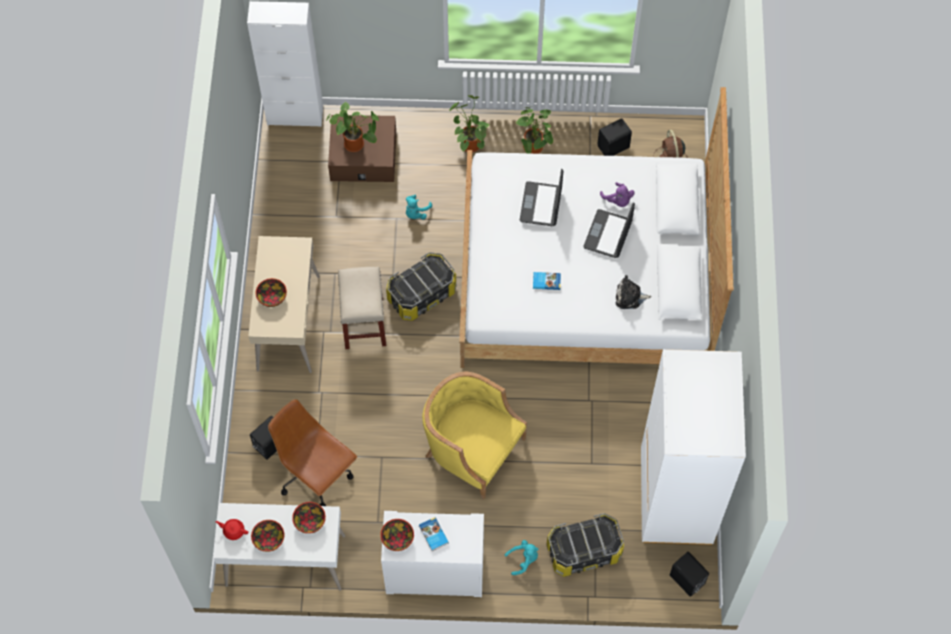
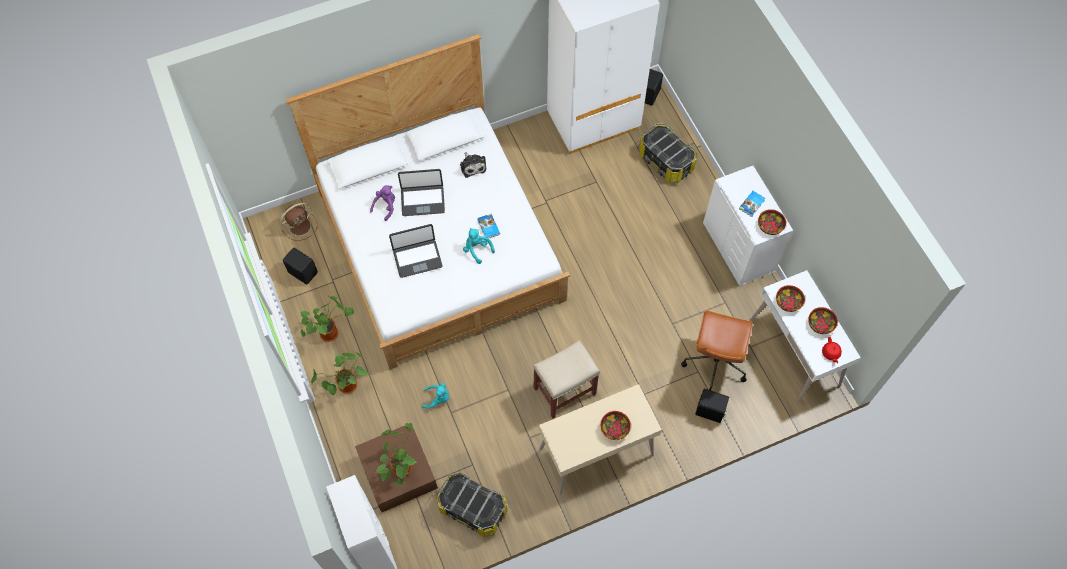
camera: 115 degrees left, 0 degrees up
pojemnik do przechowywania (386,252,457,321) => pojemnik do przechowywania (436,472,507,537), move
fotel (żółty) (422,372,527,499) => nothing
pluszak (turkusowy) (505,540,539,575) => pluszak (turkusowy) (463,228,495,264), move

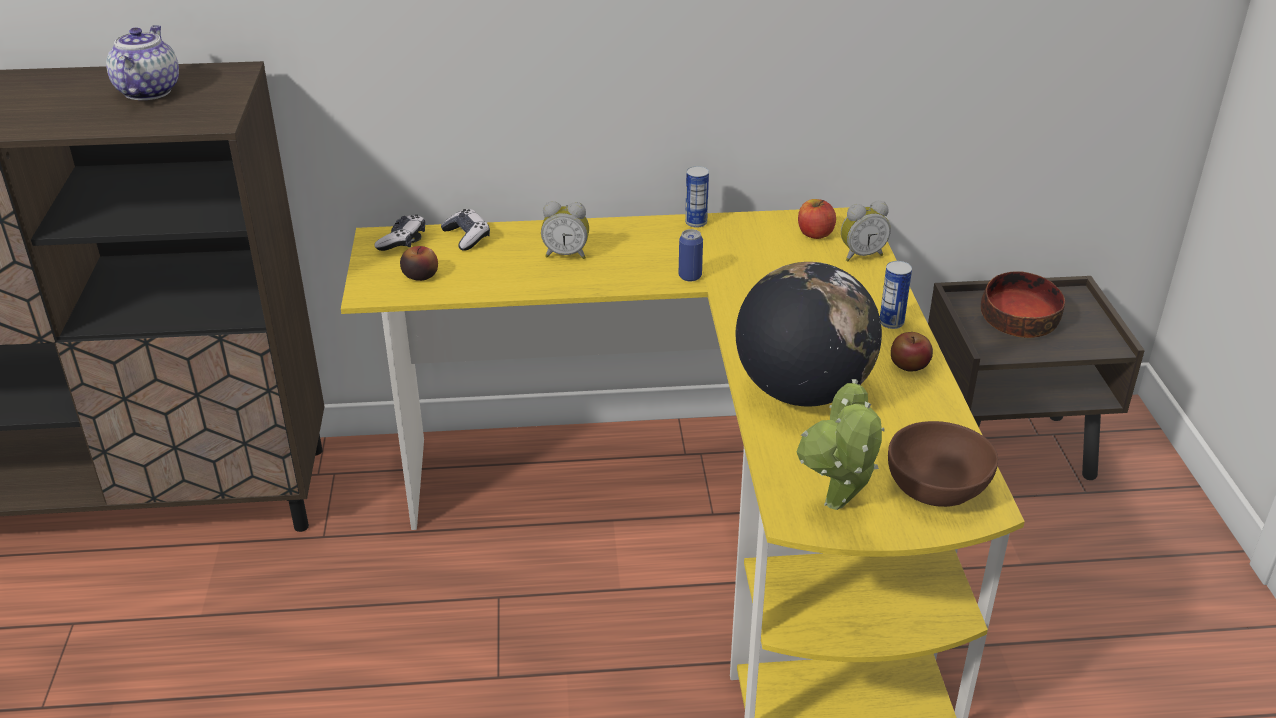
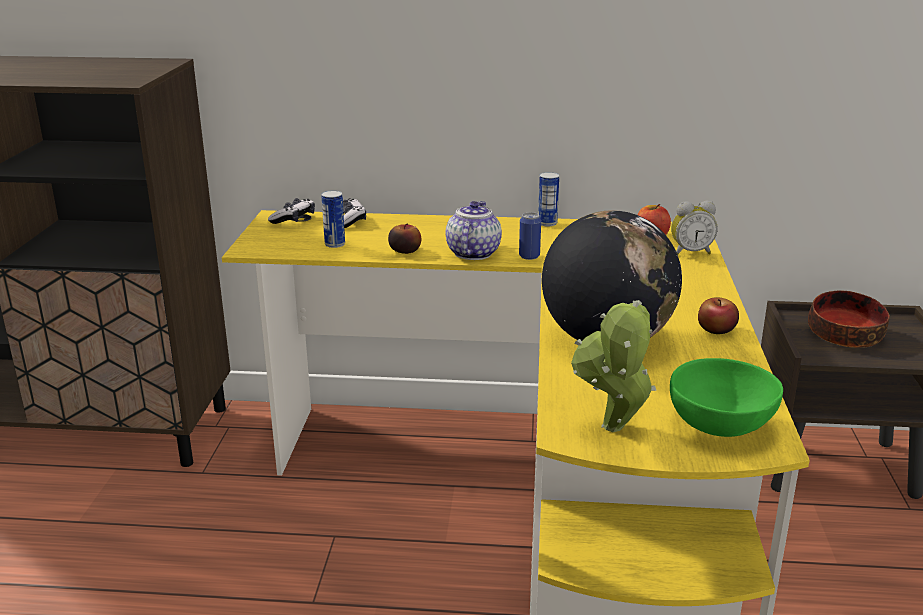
camera: 10 degrees right, 10 degrees down
imbryk (106,25,179,100) => imbryk (446,201,502,260), move
budzik (541,201,589,259) => nothing
jabłko (400,246,438,281) => jabłko (388,223,421,254), move
puszka (880,261,912,329) => puszka (321,190,345,248), move
miska (brązowy) (888,421,998,507) => miska (zielony) (670,358,783,437)

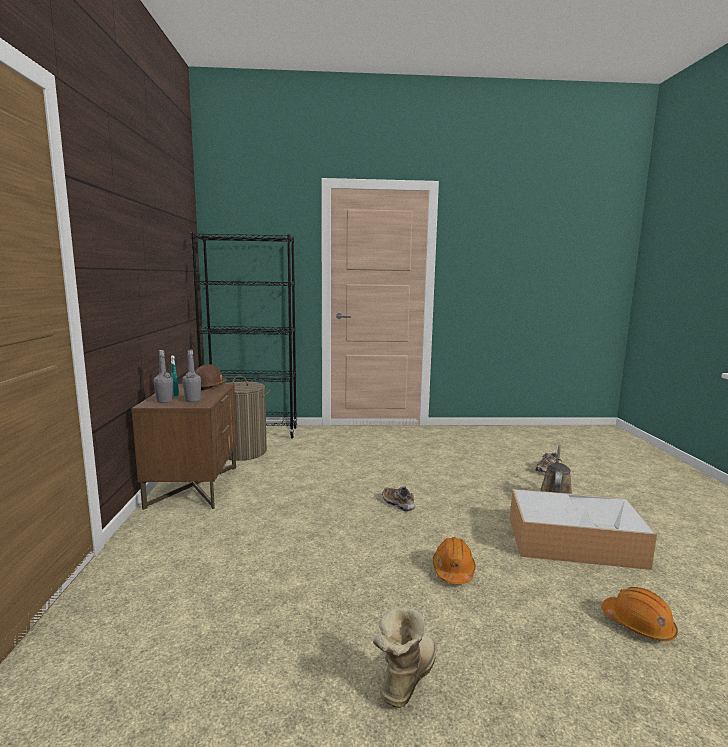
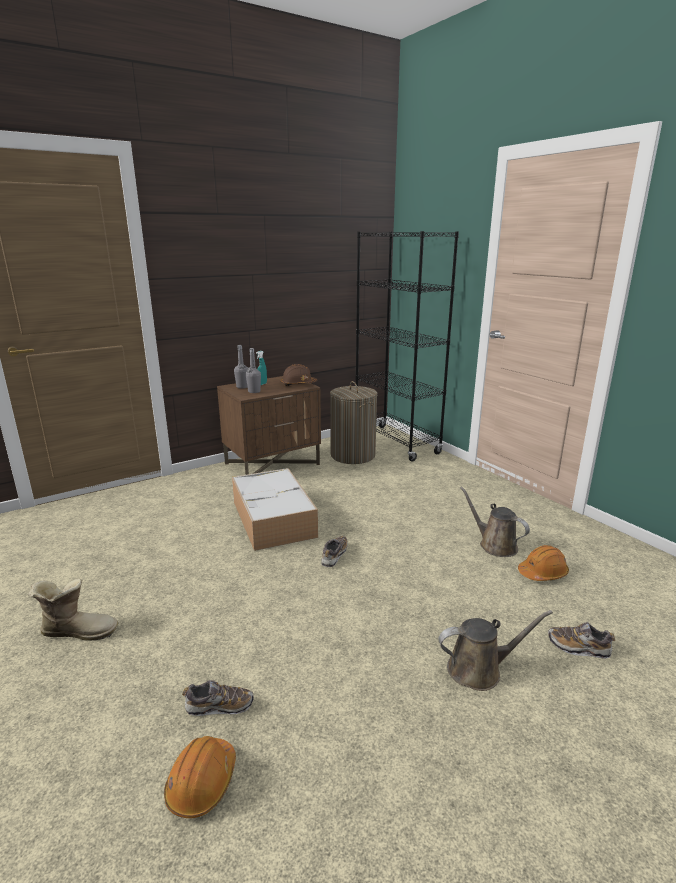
camera: 60 degrees right, 10 degrees up
pojemnik do przechowywania (510,489,657,570) => pojemnik do przechowywania (232,468,318,551), move
kask (pomarańczowy) (433,537,476,584) => kask (pomarańczowy) (518,545,569,581), move
nothing => konewka (brązowy) (460,486,530,557)
nothing => but (182,680,254,716)

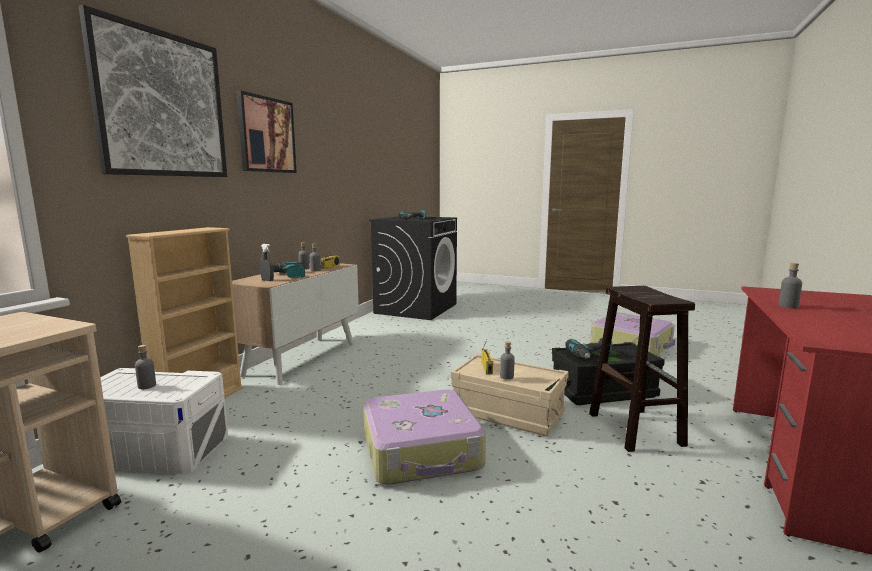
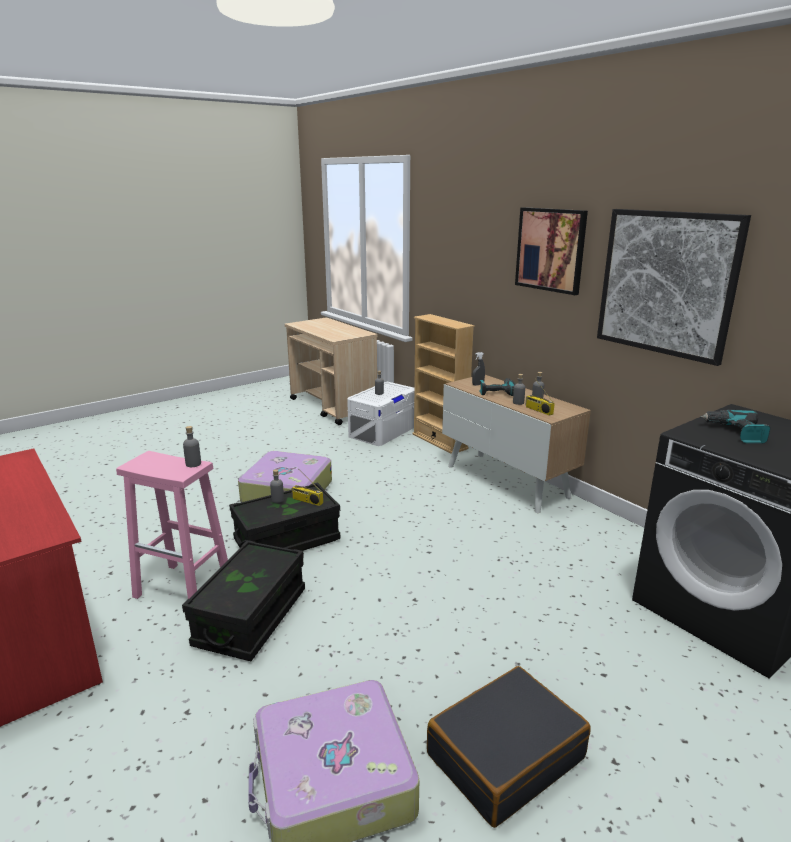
camera: 120 degrees right, 10 degrees up
obraz (78,5,227,177) => obraz (597,209,751,366), move
butelka (szary) (779,263,802,309) => butelka (szary) (183,426,201,467), move
stołek (brązowy) (589,286,695,452) => stołek (różowy) (116,451,228,599)
wiertarka (565,338,613,360) => nothing
pojemnik do przechowywania (beżowy) (451,354,568,436) => pojemnik do przechowywania (czarny) (229,483,340,551)
nothing => walizka (czarny) (427,666,591,828)

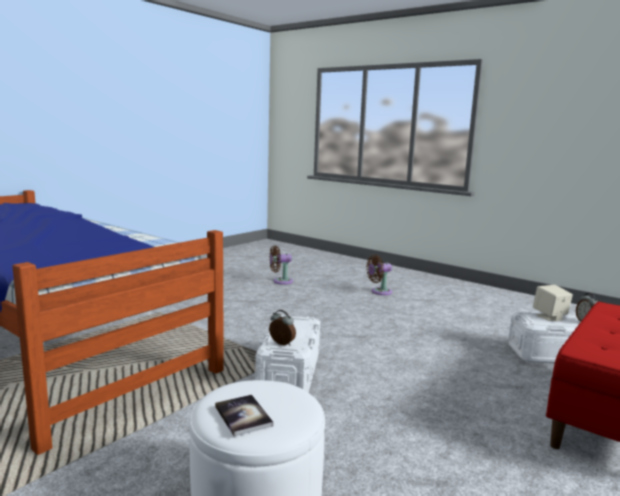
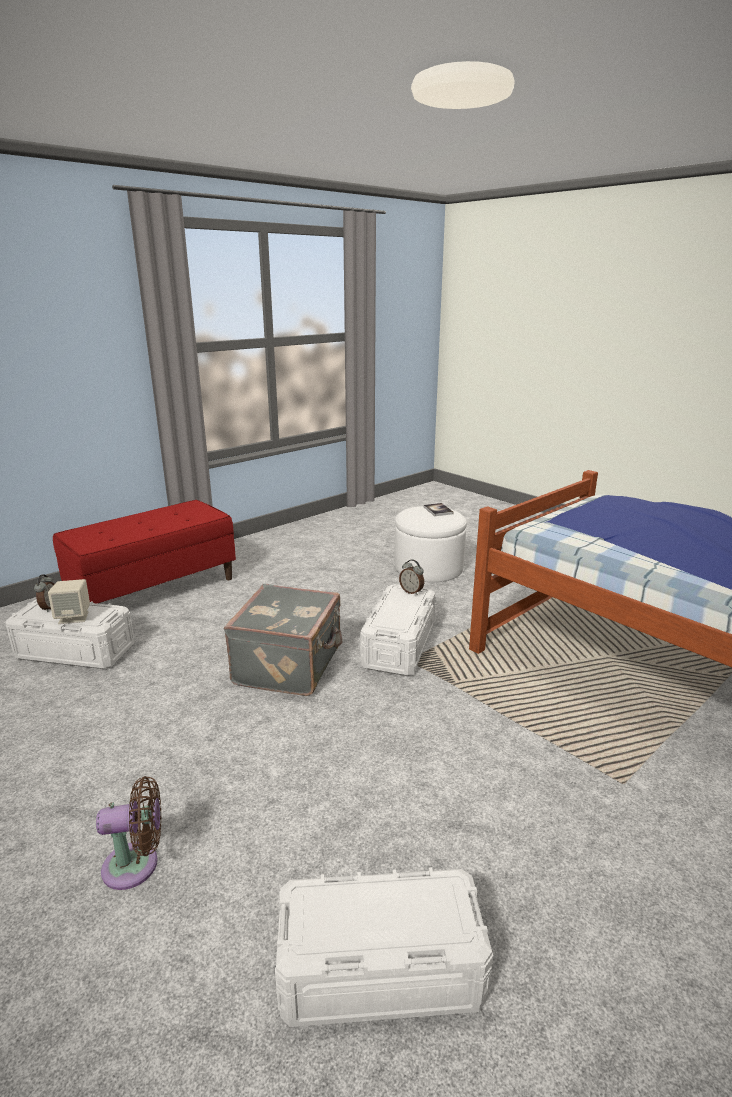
camera: 170 degrees left, 10 degrees up
wentylator (brązowy) (270,245,293,285) => pojemnik do przechowywania (biały) (275,867,493,1027)
nothing => walizka (szary) (224,584,343,696)

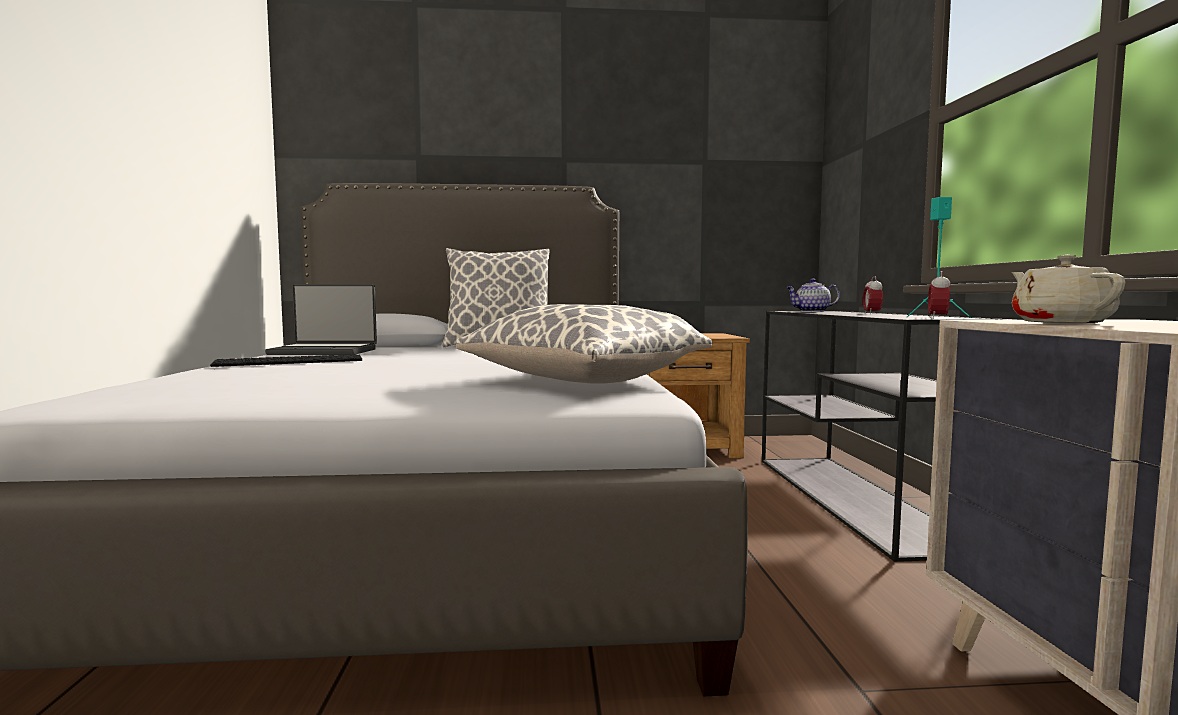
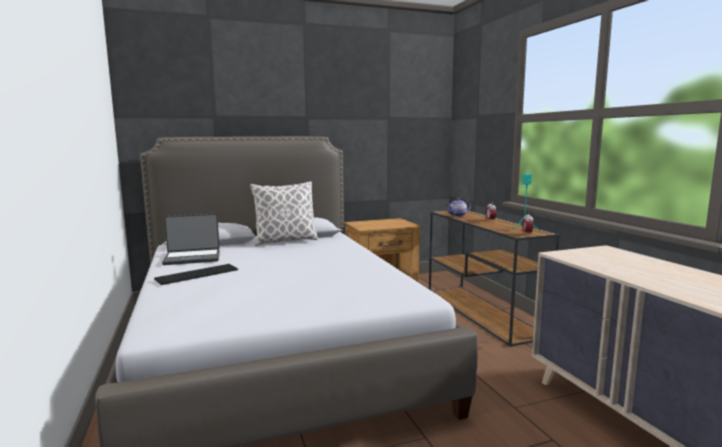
camera: 15 degrees left, 5 degrees up
imbryk (beżowy) (1011,255,1126,323) => nothing
poduszka (456,304,712,384) => nothing
stolik konsolowy (szary) (762,311,1015,562) => stolik konsolowy (brązowy) (429,211,560,347)

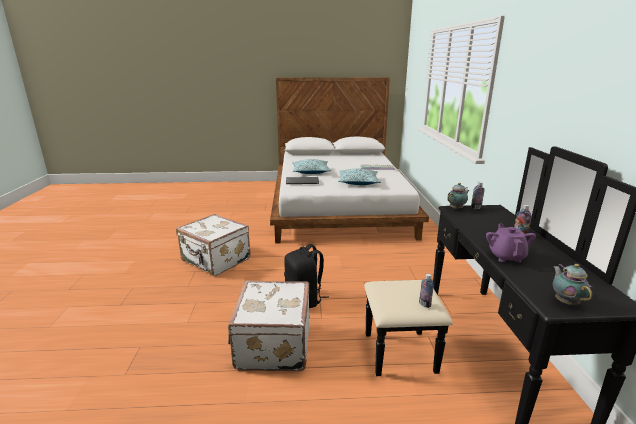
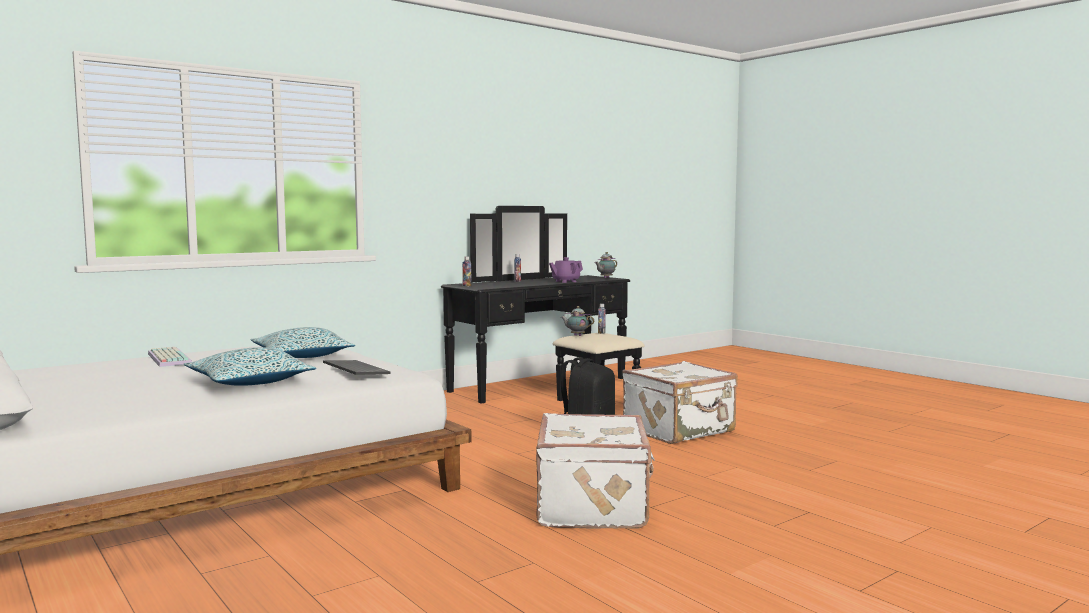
camera: 125 degrees left, 15 degrees down
imbryk (447,183,470,209) => imbryk (561,306,594,336), move

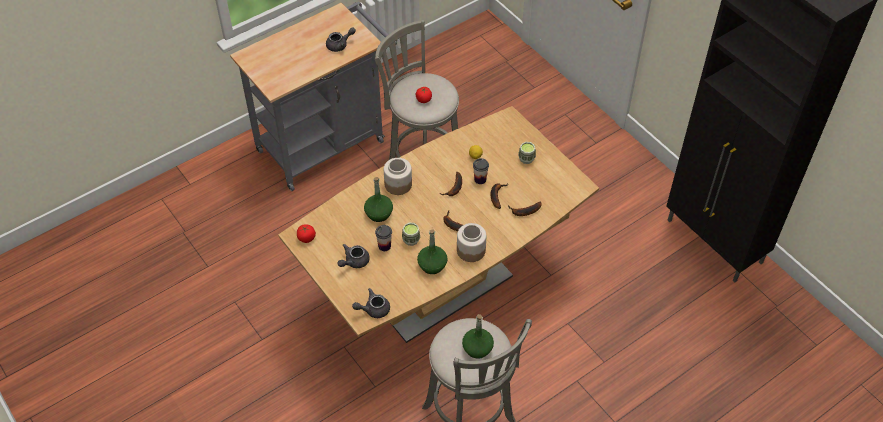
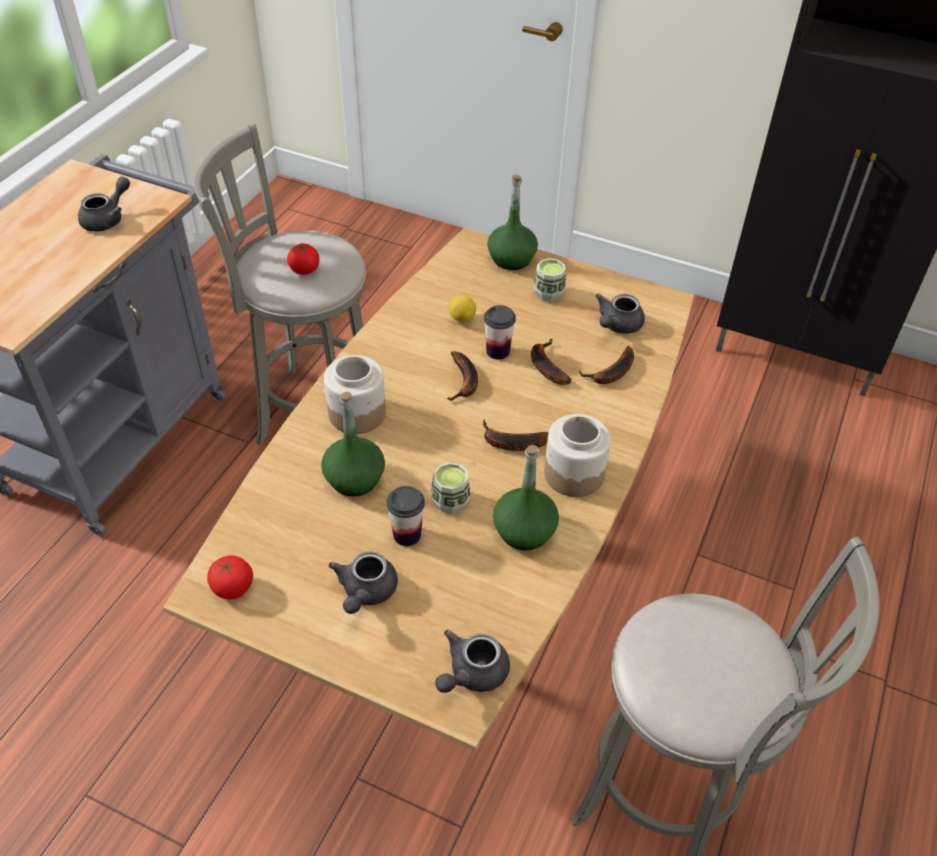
camera: 30 degrees left, 5 degrees down
butelka (zielony) (462,314,494,359) => butelka (zielony) (487,175,538,270), move
nothing => imbryk (szary) (595,293,645,334)

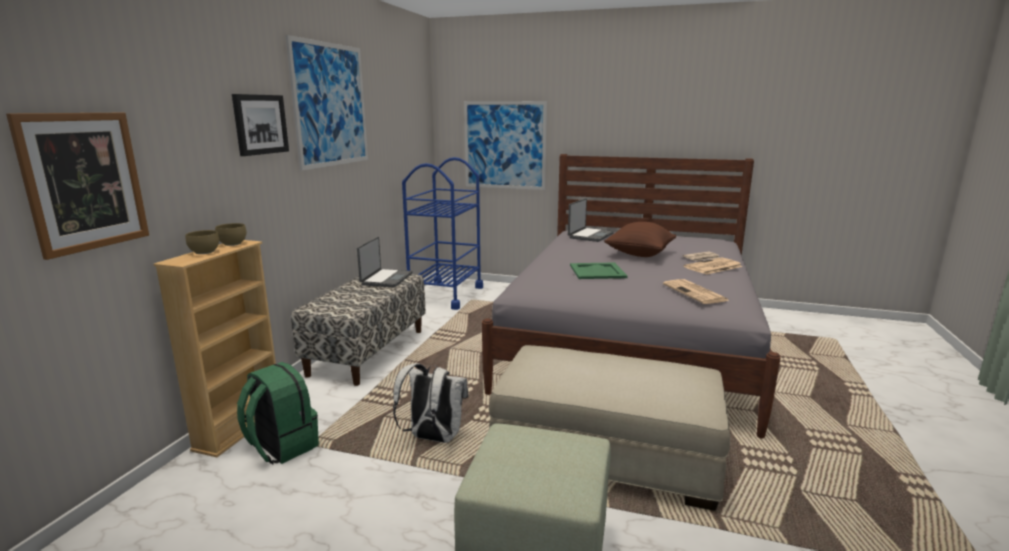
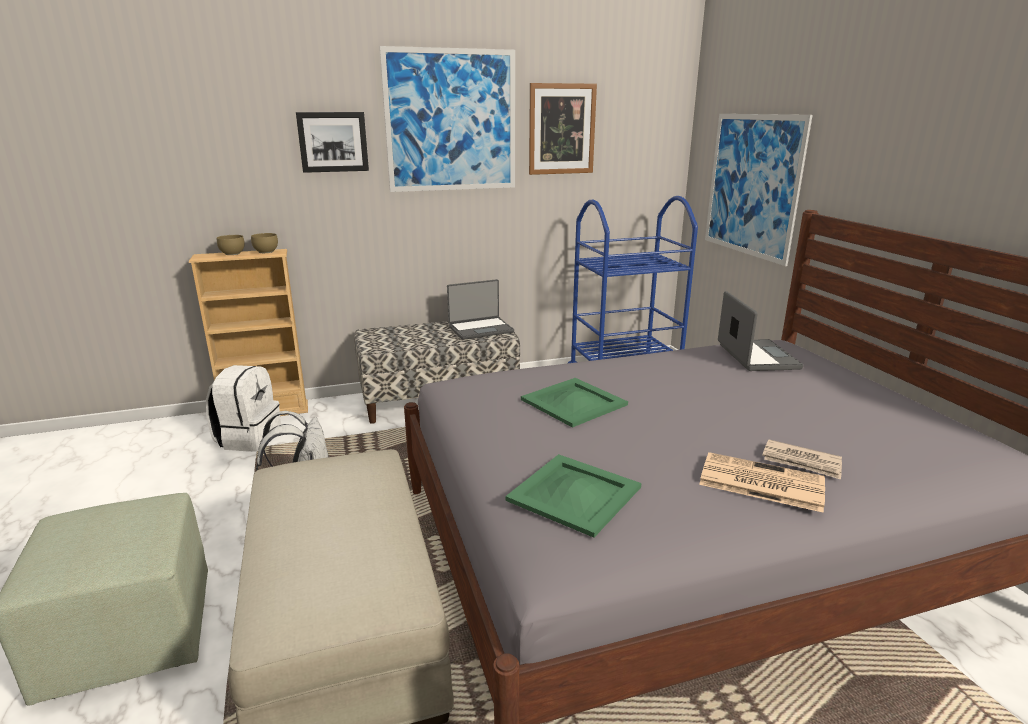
camera: 55 degrees right, 5 degrees up
obraz (6,113,149,260) => obraz (529,83,597,175), move
laptop (568,198,614,242) => laptop (718,291,804,371), 90 degrees counterclockwise
poduszka (brązowy) (604,222,676,257) => nothing
gazeta (663,279,730,304) => taca (zielony) (505,454,641,538)
plecak (zielony) (237,362,319,465) => plecak (biały) (206,365,281,452)

